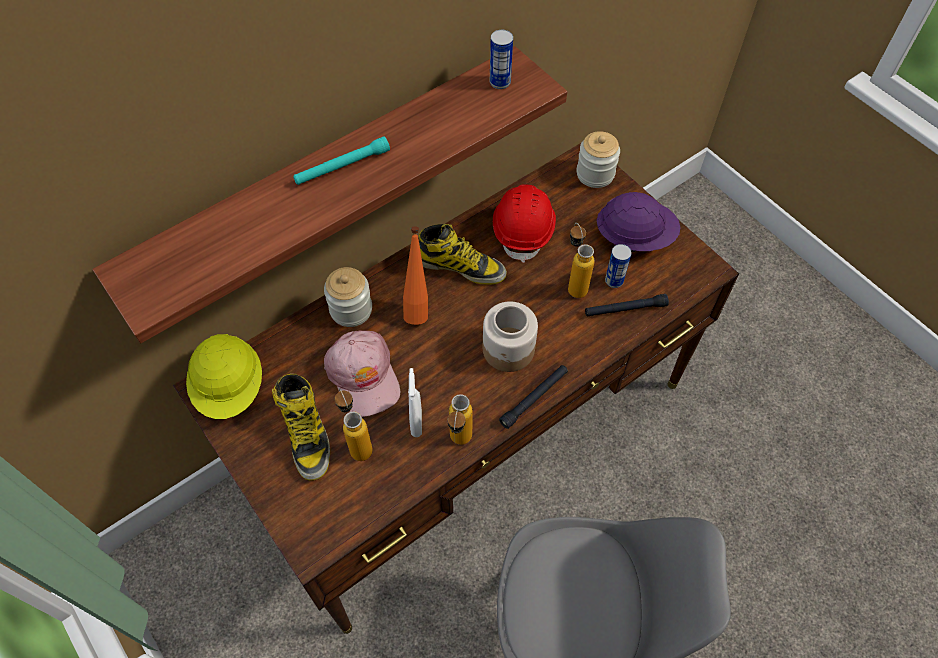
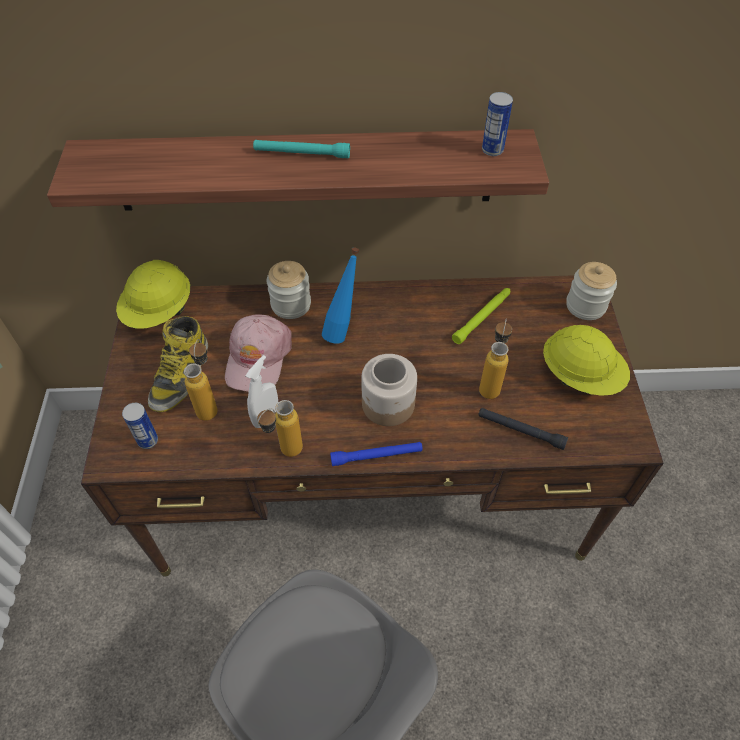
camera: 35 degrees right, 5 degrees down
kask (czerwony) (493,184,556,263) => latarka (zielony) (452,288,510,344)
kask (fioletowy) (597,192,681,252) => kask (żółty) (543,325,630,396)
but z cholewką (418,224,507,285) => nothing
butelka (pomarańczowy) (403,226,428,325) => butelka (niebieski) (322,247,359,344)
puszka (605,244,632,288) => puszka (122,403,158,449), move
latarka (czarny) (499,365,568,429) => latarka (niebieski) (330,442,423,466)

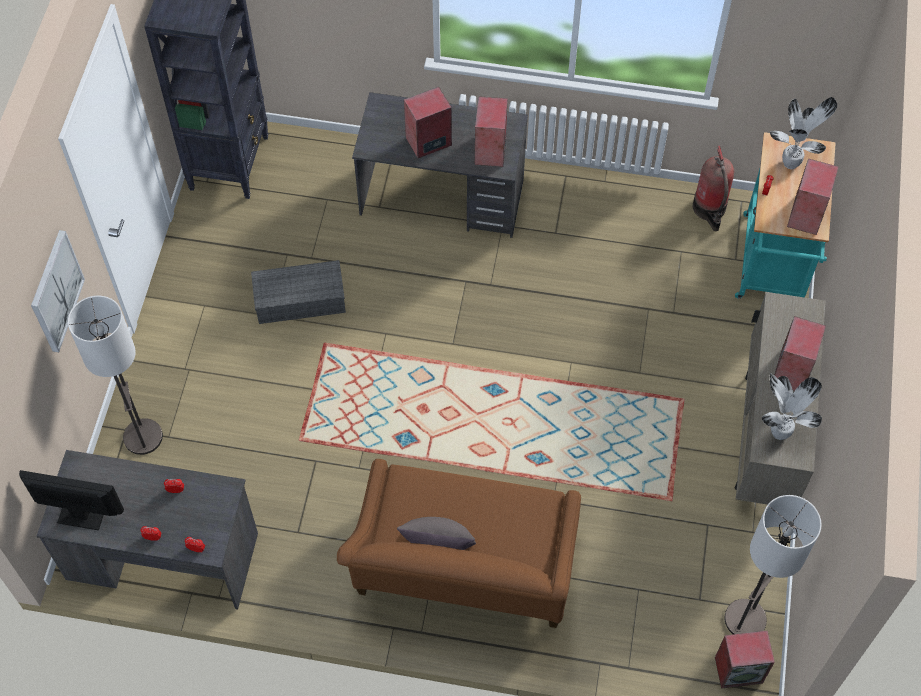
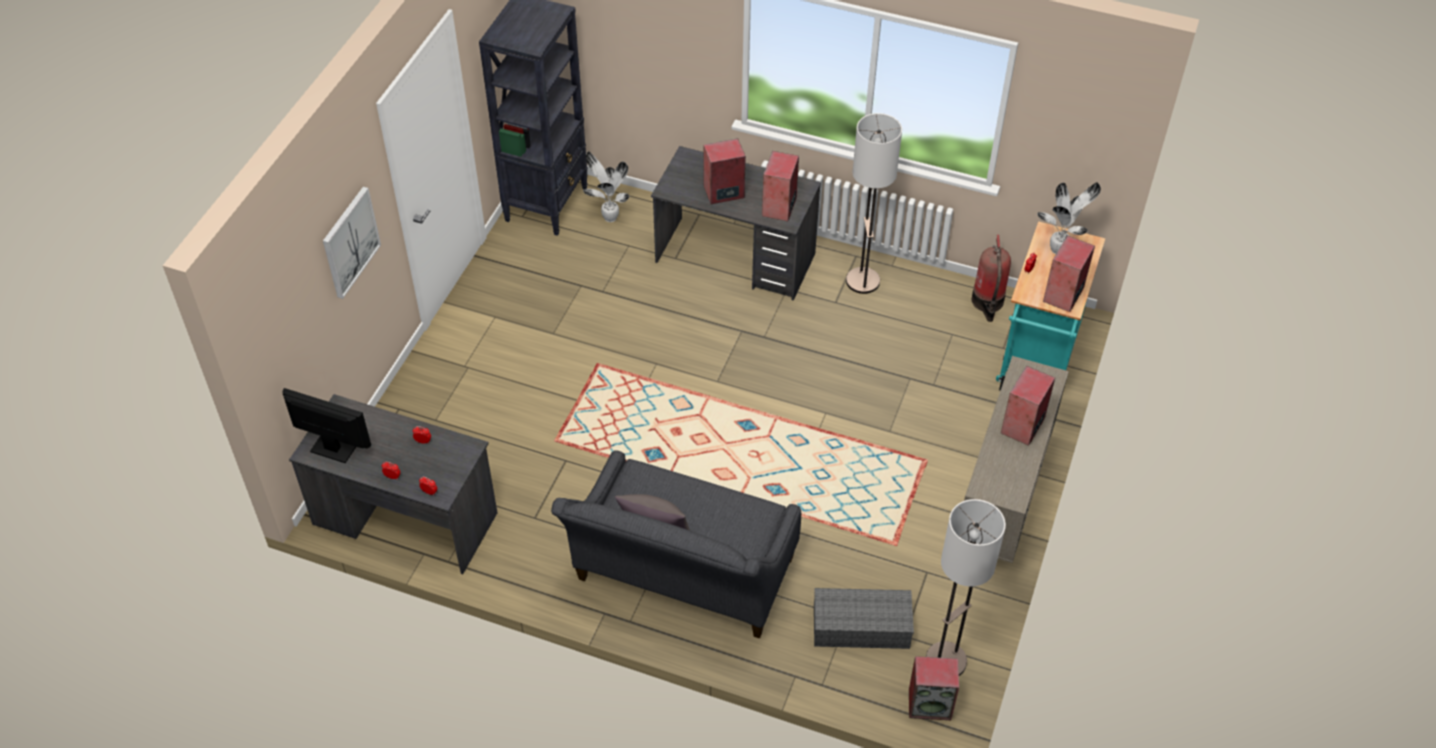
camera: 10 degrees right, 10 degrees down
pojemnik do przechowywania (szary) (251,260,346,324) => pojemnik do przechowywania (szary) (814,588,914,649), move
lampa stojąca (68,296,163,455) => lampa stojąca (846,113,902,294), move
roślina doniczkowa (762,373,822,440) => roślina doniczkowa (583,151,629,222), move
kanapa (brązowy) (337,459,581,628) => kanapa (szary) (551,450,801,638)

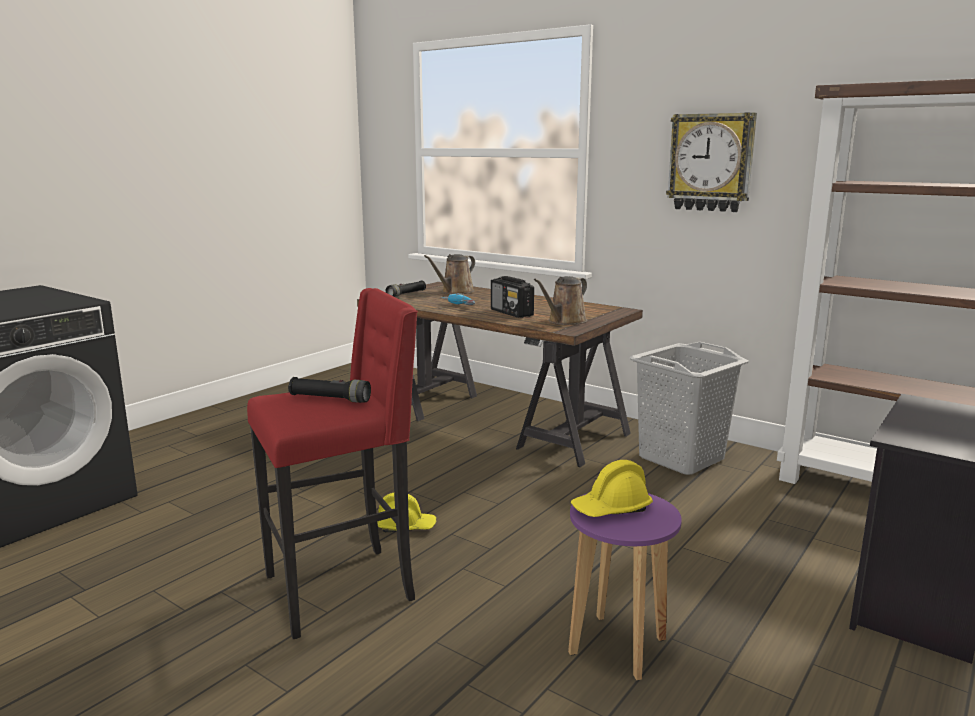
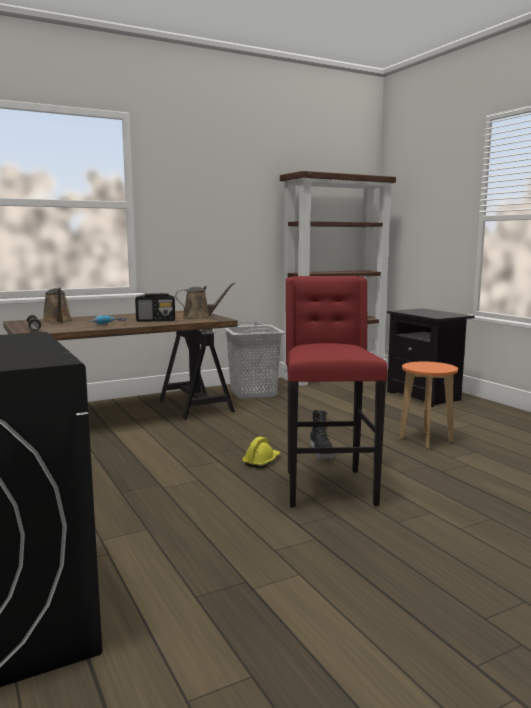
camera: 65 degrees left, 5 degrees down
zegar ścienny (666,112,757,212) => nothing
konewka (brązowy) (534,276,587,325) => konewka (brązowy) (175,282,235,320), 75 degrees counterclockwise
latarka (czarny) (288,377,371,403) => nothing
kask (żółty) (571,460,653,517) => nothing
stołek (fioletowy) (568,493,682,680) => stołek (pomarańczowy) (399,362,458,449)
nothing => but z cholewką (czarny) (310,410,335,459)

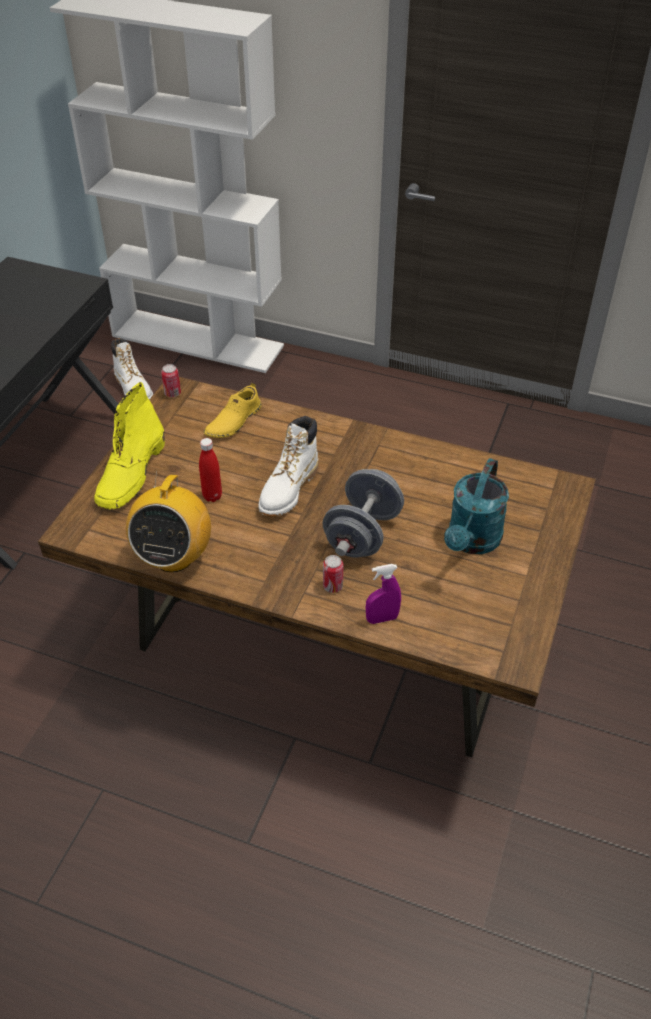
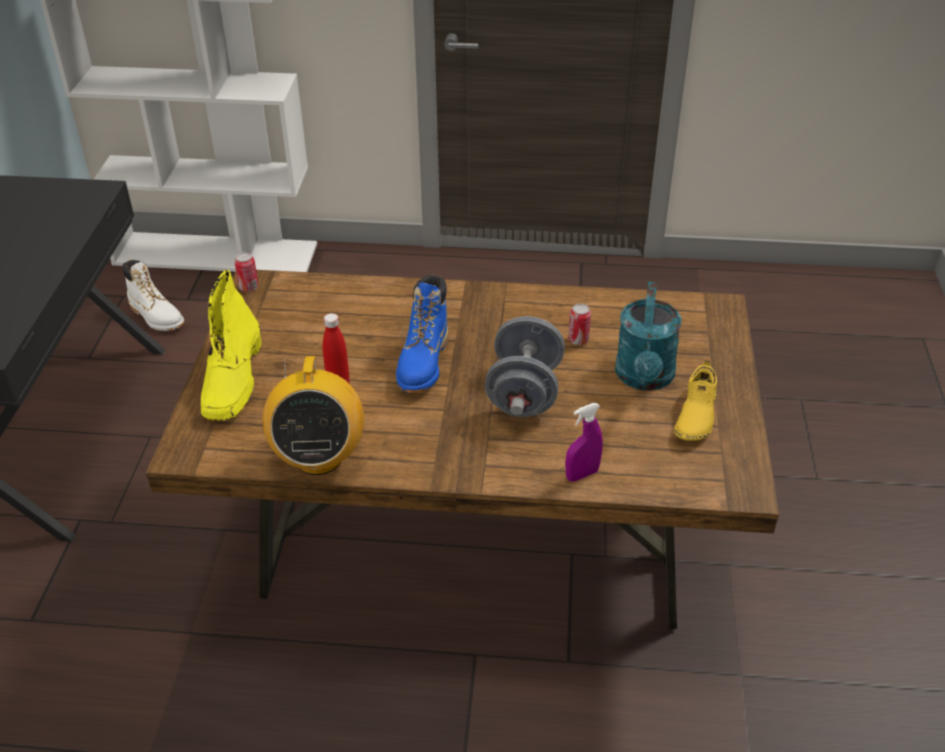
camera: 15 degrees left, 5 degrees down
but (żółty) (203,382,262,438) => but (żółty) (674,360,717,441), move
but z cholewką (biały) (258,416,318,517) => but z cholewką (niebieski) (396,275,448,393)
puszka (323,555,343,593) => puszka (568,304,591,345), move

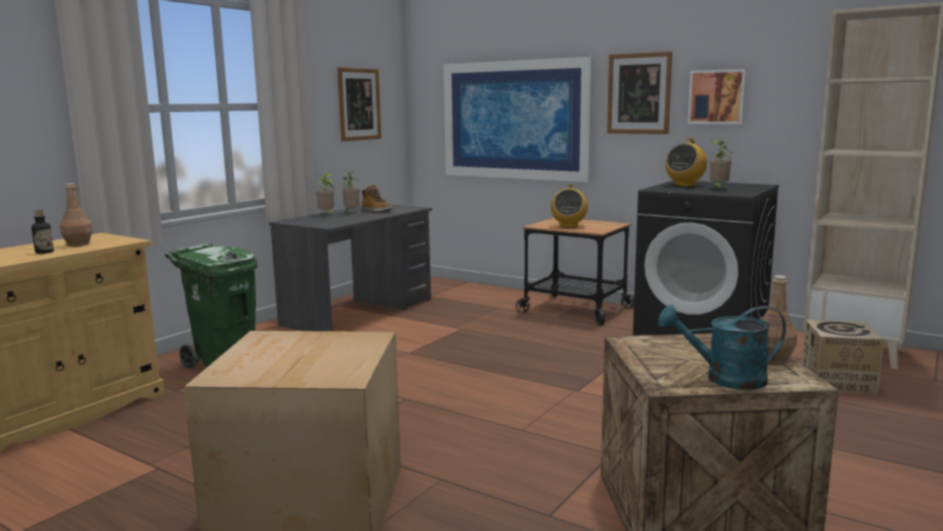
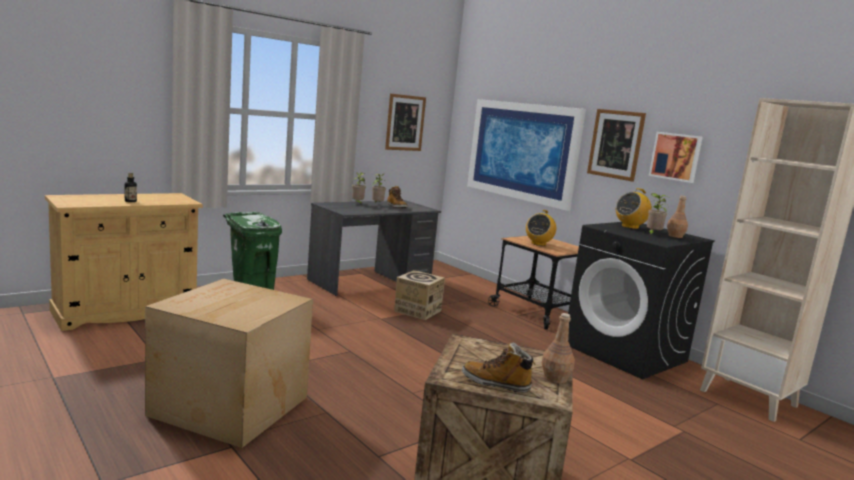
camera: 15 degrees right, 0 degrees up
butelka (brązowy) (60,183,93,246) => butelka (brązowy) (667,196,688,238), move
konewka (turkusowy) (658,305,786,390) => but z cholewką (462,342,536,392)
karton (802,320,884,395) => karton (394,270,445,320), move

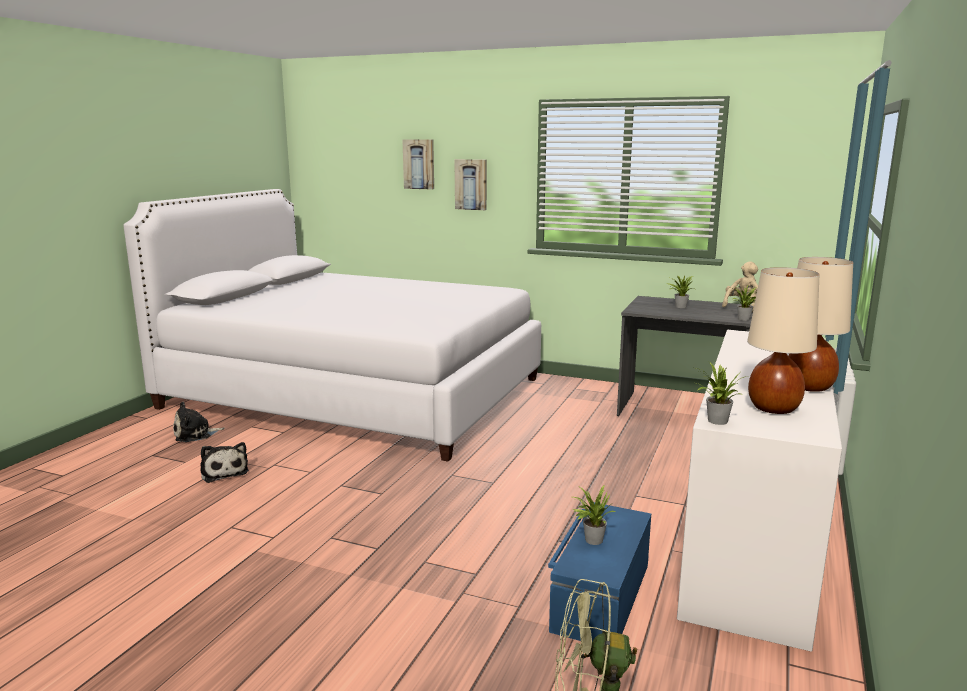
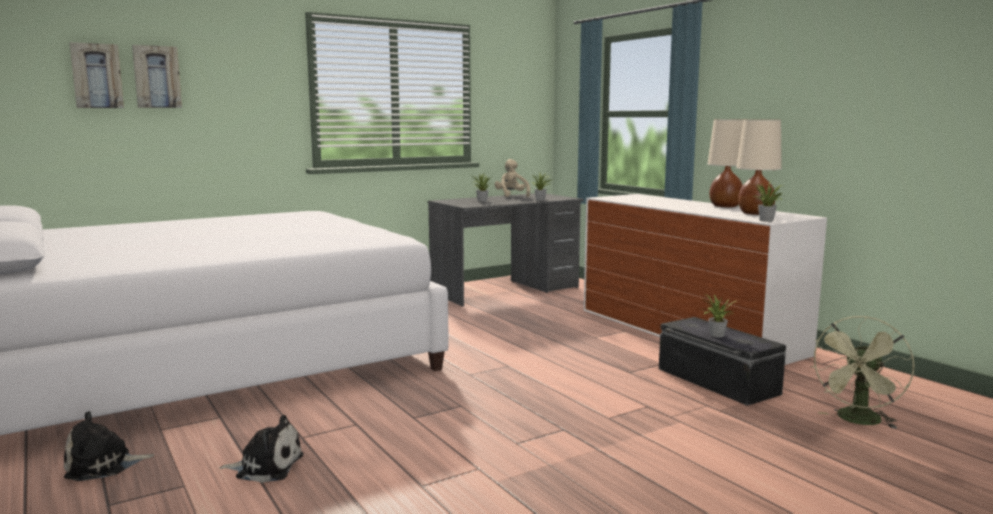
camera: 55 degrees left, 5 degrees down
obraz (454,159,487,210) => obraz (70,42,124,108), move
pluszak (173,402,225,442) => pluszak (64,411,154,481), 60 degrees clockwise
pojemnik do przechowywania (niebieski) (548,502,651,641) => pojemnik do przechowywania (czarny) (659,317,786,406)

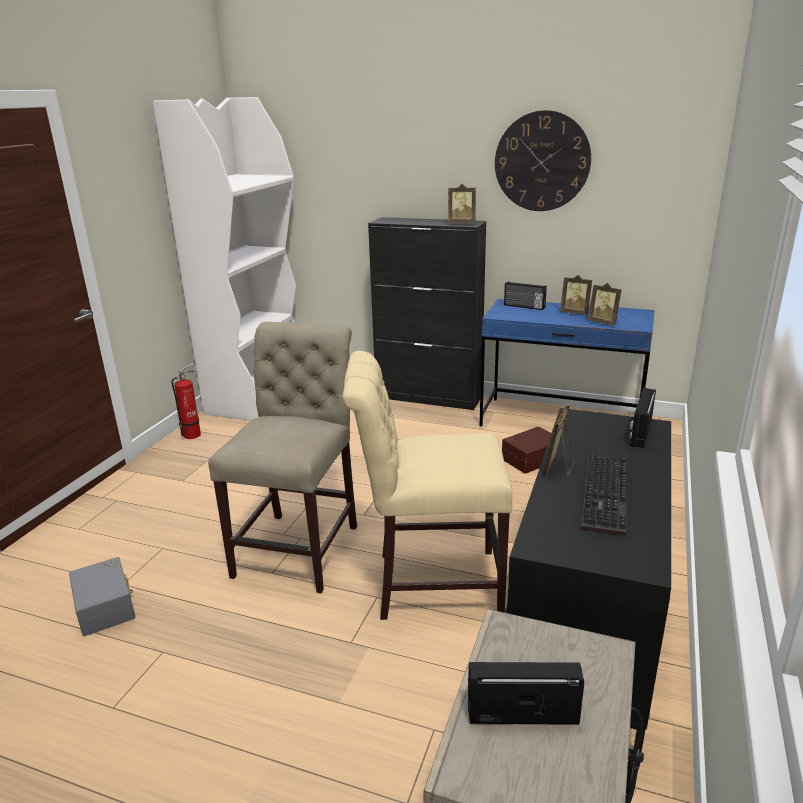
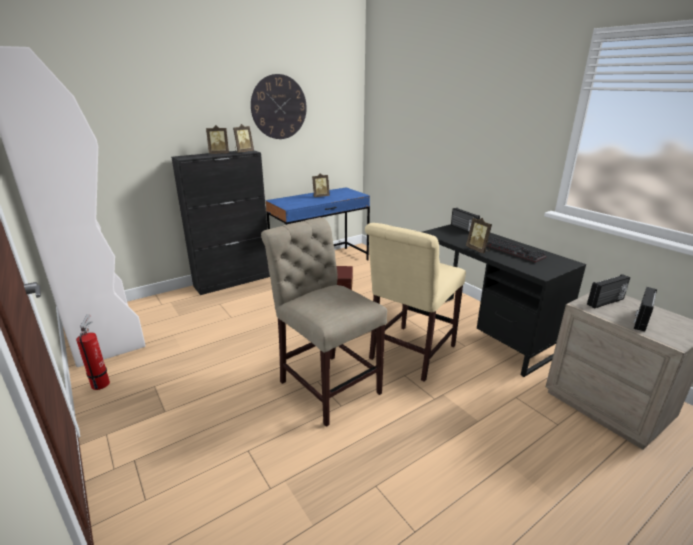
camera: 55 degrees left, 0 degrees up
radio (504,282,547,310) => radio (587,274,630,308), move
ramka na zdjęcie (588,283,622,325) => ramka na zdjęcie (206,125,229,154), move
pojemnik do przechowywania (szary) (69,557,136,636) => nothing

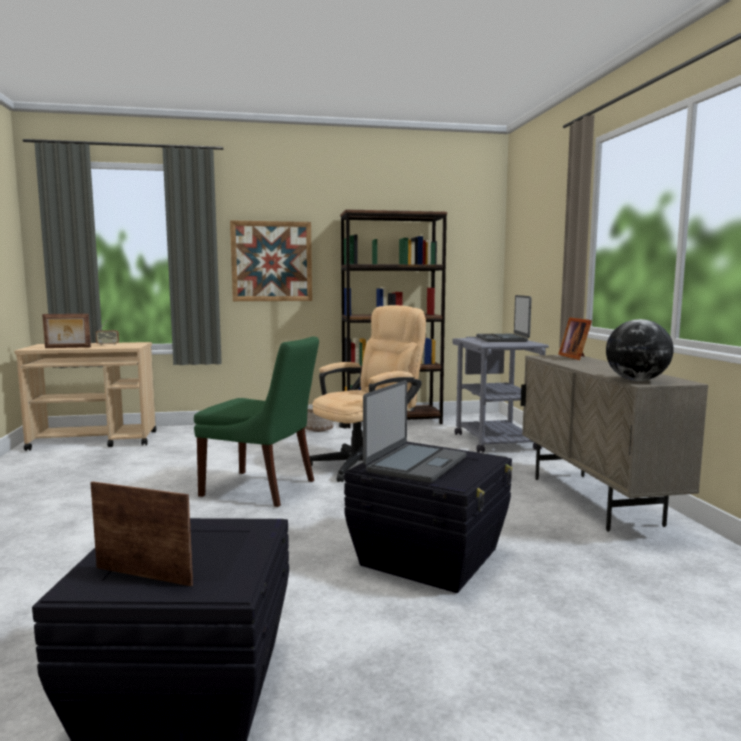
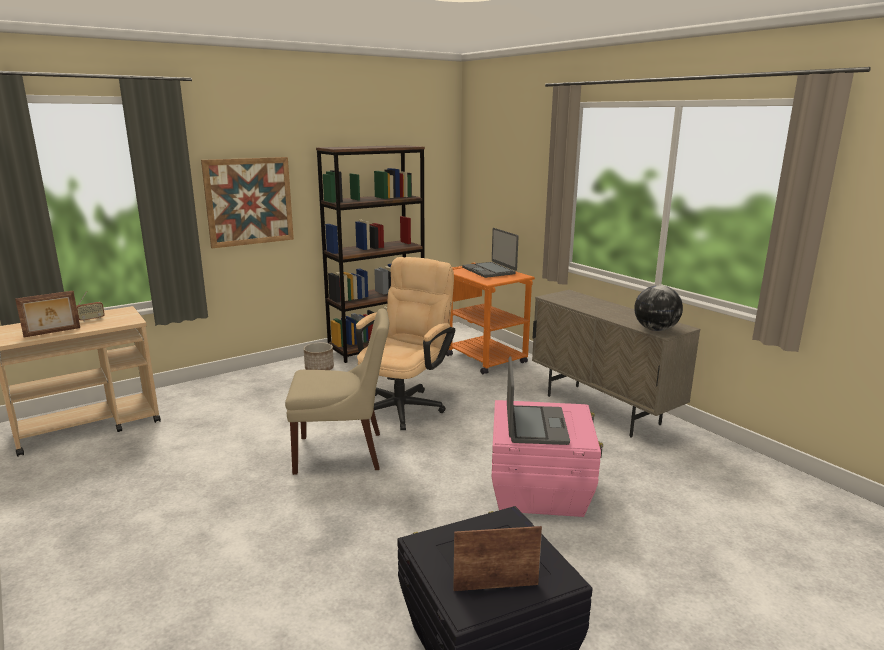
camera: 25 degrees left, 10 degrees up
ramka na zdjęcie (558,317,592,360) => nothing
krzesło (zielony) (194,336,319,507) => krzesło (beżowy) (285,308,389,475)
wózek (szary) (452,337,549,453) => wózek (pomarańczowy) (446,263,535,374)
pojemnik do przechowywania (czarny) (344,442,512,593) => pojemnik do przechowywania (różowy) (492,400,603,517)

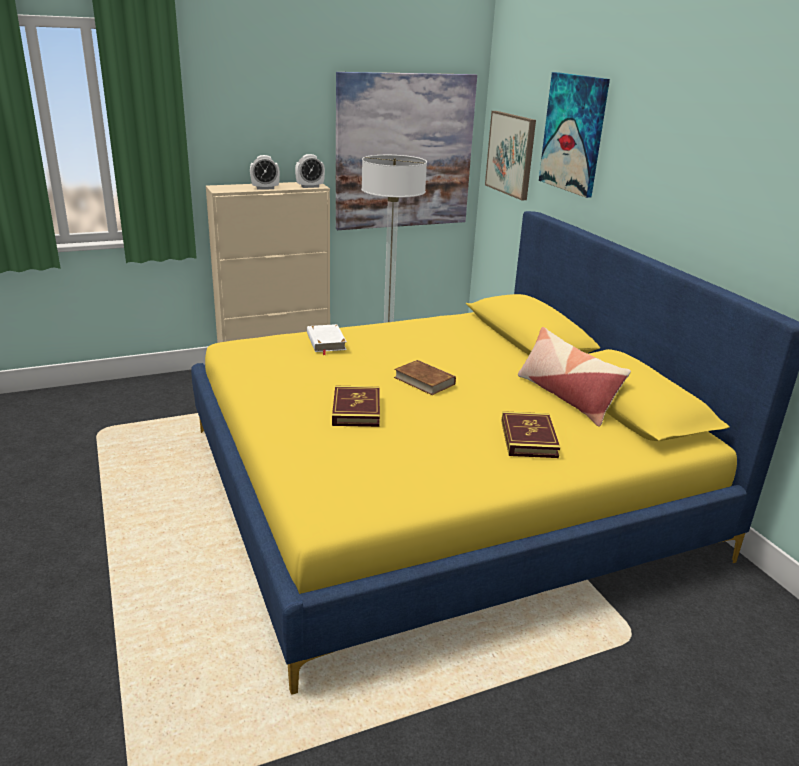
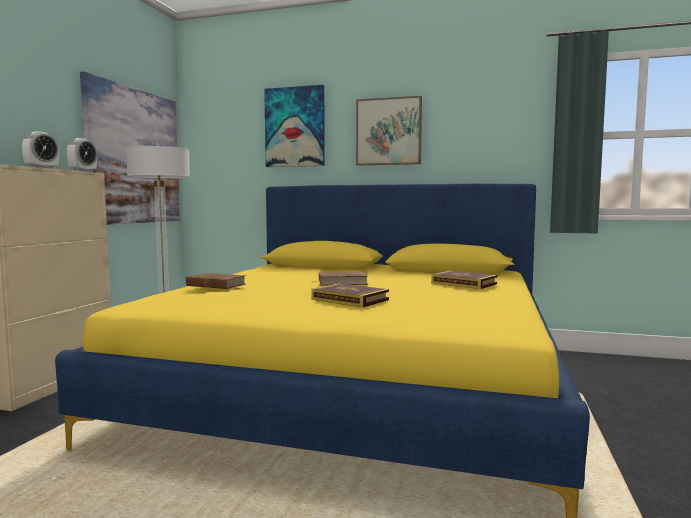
camera: 50 degrees left, 20 degrees down
obraz (485,111,536,200) => obraz (356,96,422,166), move
książka (biały) (307,324,347,355) => książka (brązowy) (186,273,246,289)
poduszka (518,327,631,427) => nothing

